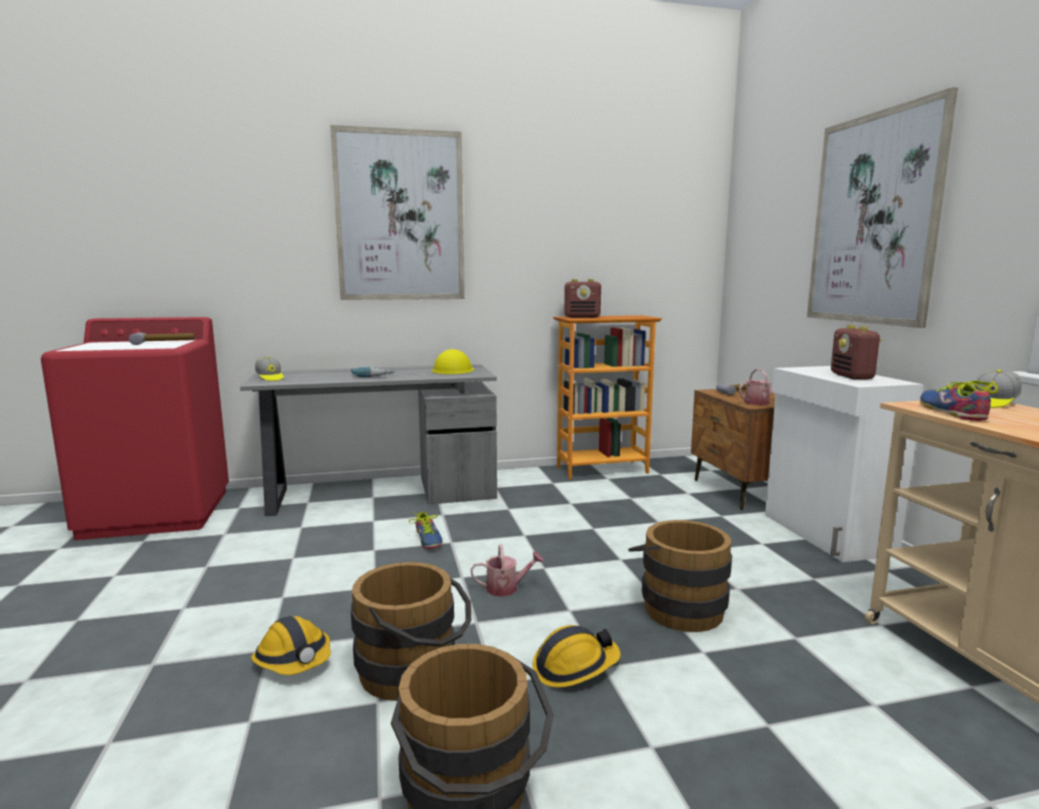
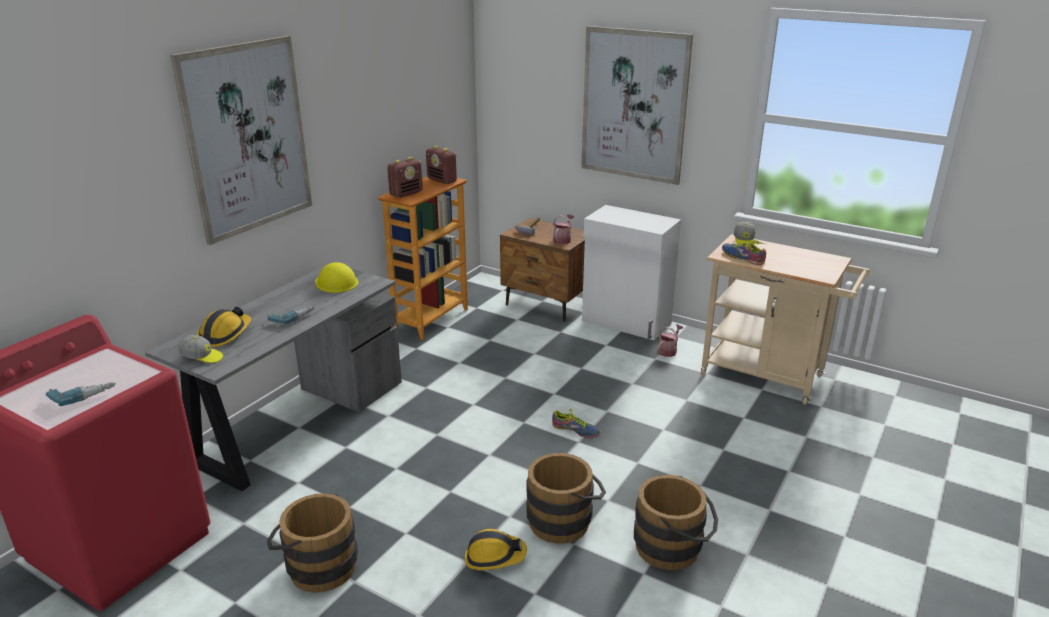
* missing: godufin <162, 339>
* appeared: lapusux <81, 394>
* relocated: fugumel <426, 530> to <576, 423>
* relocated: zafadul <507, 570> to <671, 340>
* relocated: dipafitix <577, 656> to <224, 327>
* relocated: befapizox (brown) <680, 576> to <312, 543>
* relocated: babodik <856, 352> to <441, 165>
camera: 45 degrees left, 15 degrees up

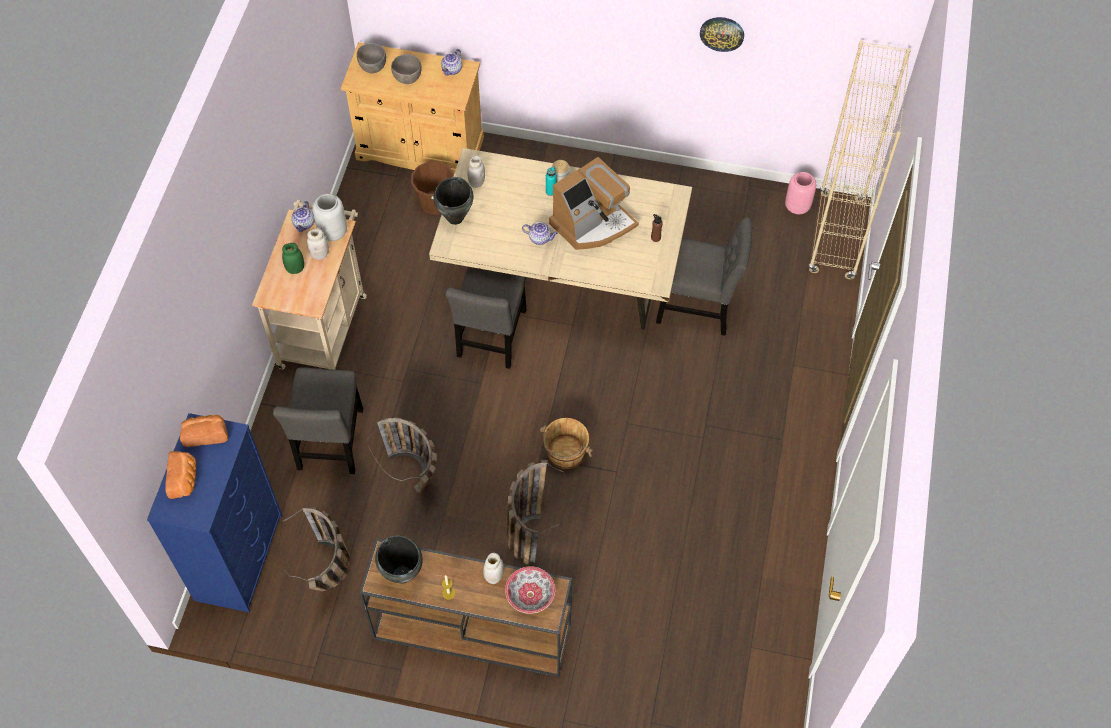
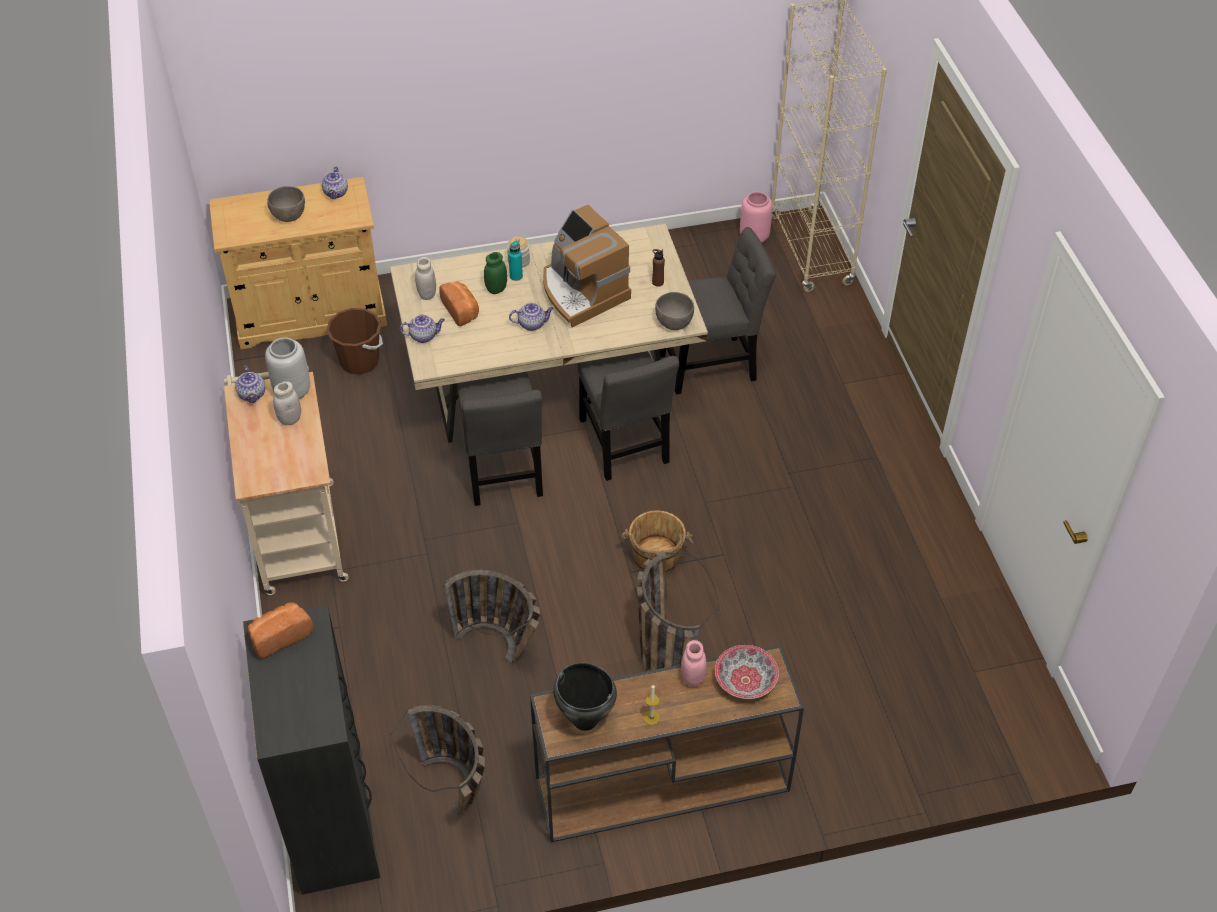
* missing: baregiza <722, 34>
* relocated: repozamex <181, 475> to <459, 303>
* relocated: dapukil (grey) <318, 420> to <628, 416>
* relocated: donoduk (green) <293, 258> to <495, 273>
* relocated: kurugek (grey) <371, 58> to <674, 311>
* exchanged: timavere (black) <453, 201> to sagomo <422, 329>
* colour: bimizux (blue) <214, 512> to bimizux (black) <311, 750>
* colour: donoduk (white) <493, 568> to donoduk (pink) <694, 663>
* spun: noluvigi <594, 203> = <587, 266> 120 degrees clockwise
camera: 25 degrees left, 10 degrees down

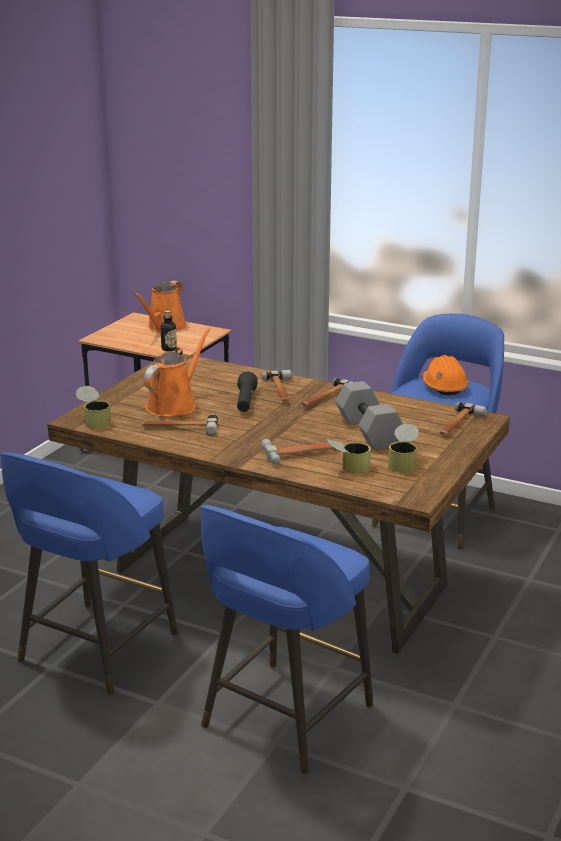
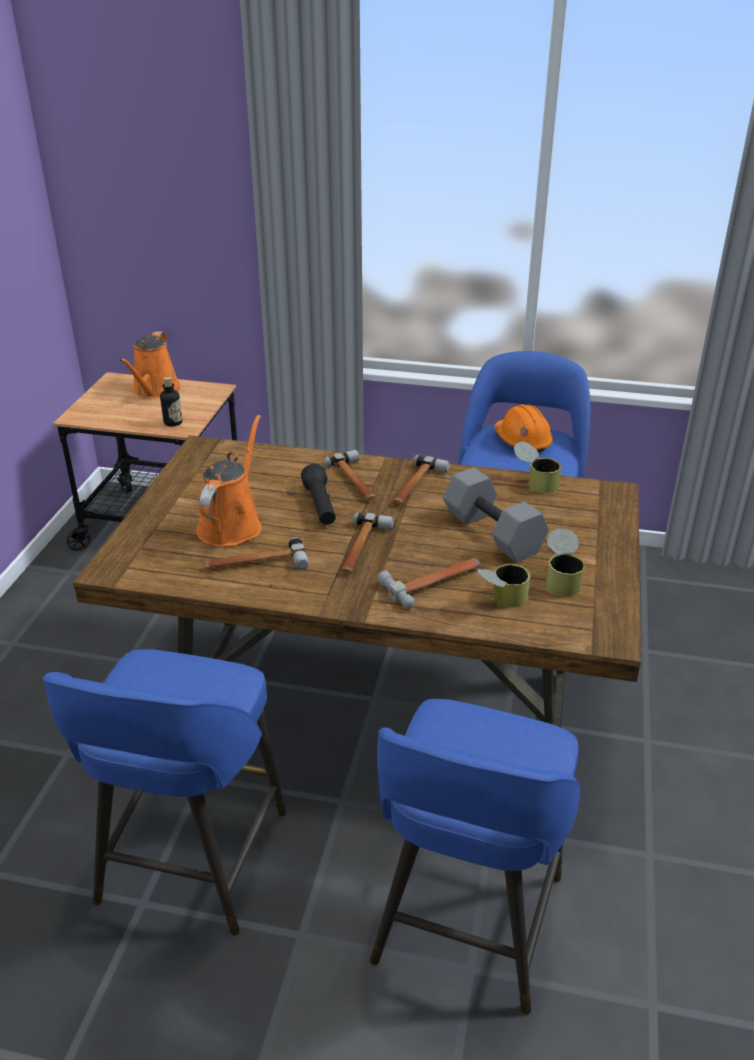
* relocated: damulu <93, 407> to <537, 467>
* relocated: godufin <463, 418> to <368, 542>
camera: 15 degrees left, 10 degrees up

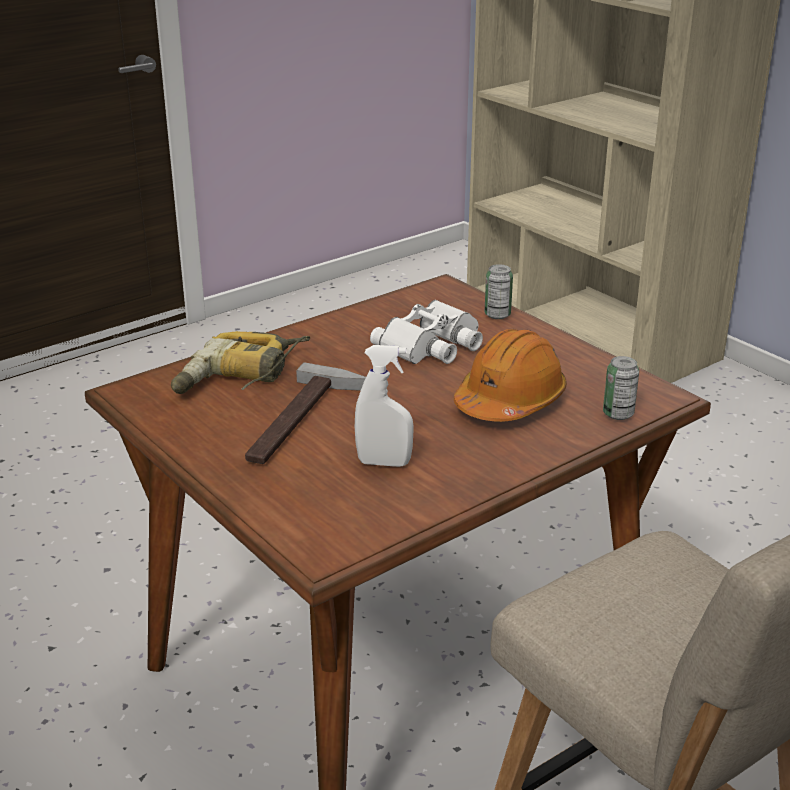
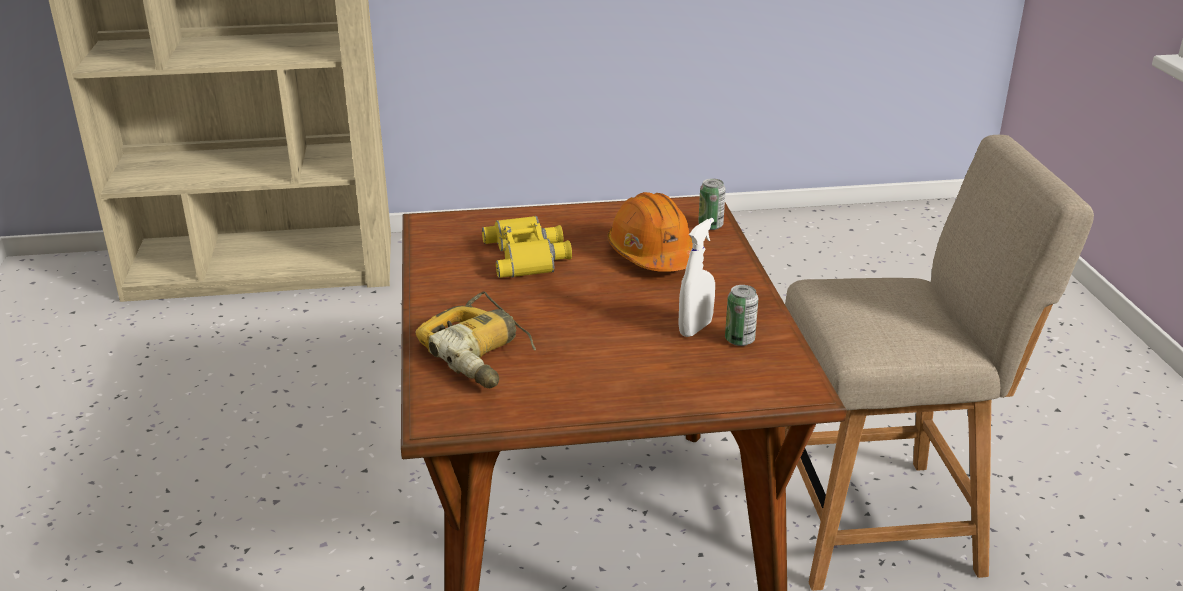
* missing: godufin <305, 413>
* relocated: damulu <499, 291> to <741, 315>
* colour: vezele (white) <426, 332> to vezele (yellow) <527, 247>
camera: 60 degrees left, 0 degrees up

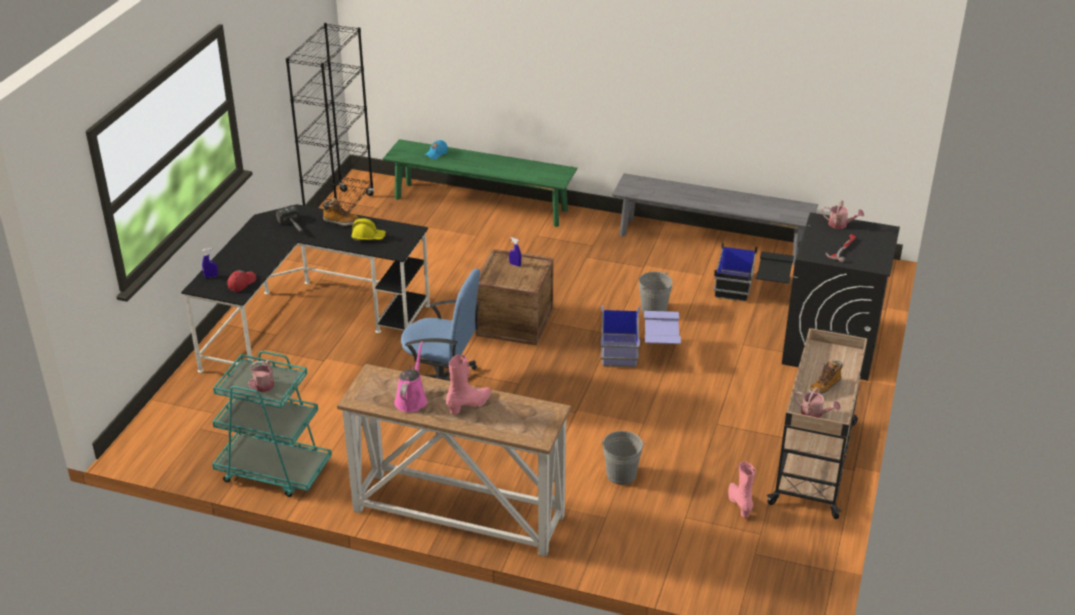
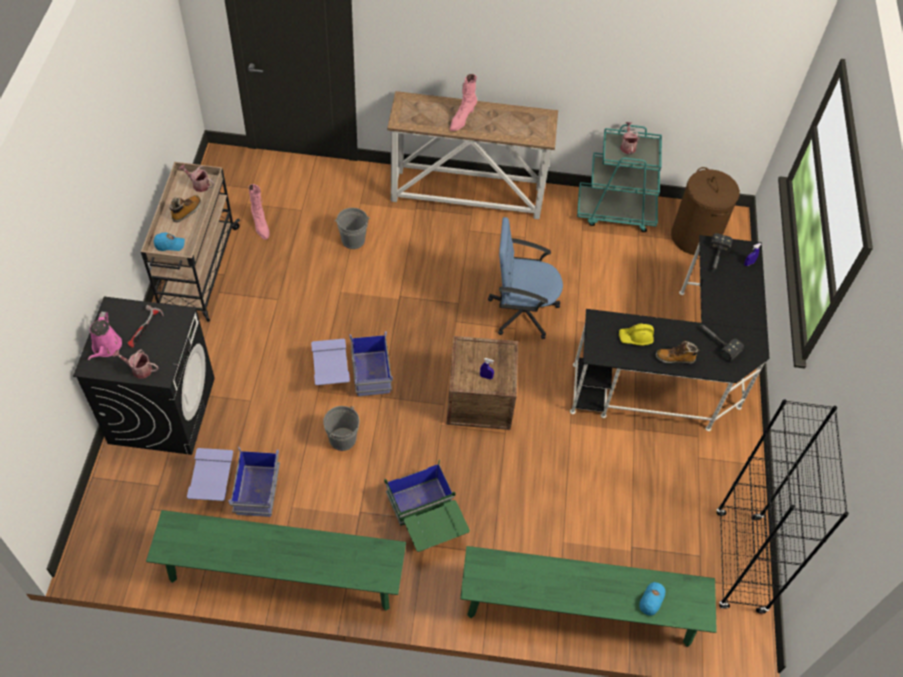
* appeared: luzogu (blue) <169, 241>
* appeared: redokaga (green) <427, 505>
* appeared: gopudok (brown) <705, 211>
* relocated: zafadul (pink) <410, 376> to <105, 336>
* exchanged: luzogu (red) <241, 281> to godufin <721, 252>
* colour: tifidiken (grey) <715, 219> to tifidiken (green) <276, 560>
* colour: redokaga (black) <754, 272> to redokaga (blue) <233, 482>
camera: 165 degrees right, 20 degrees up

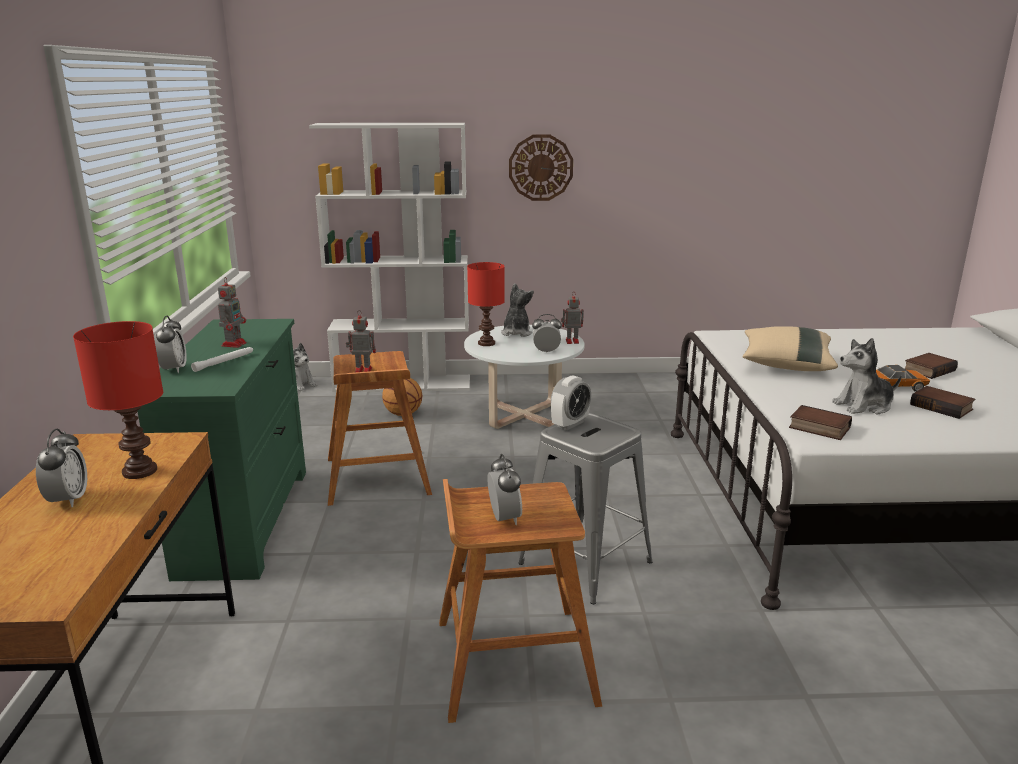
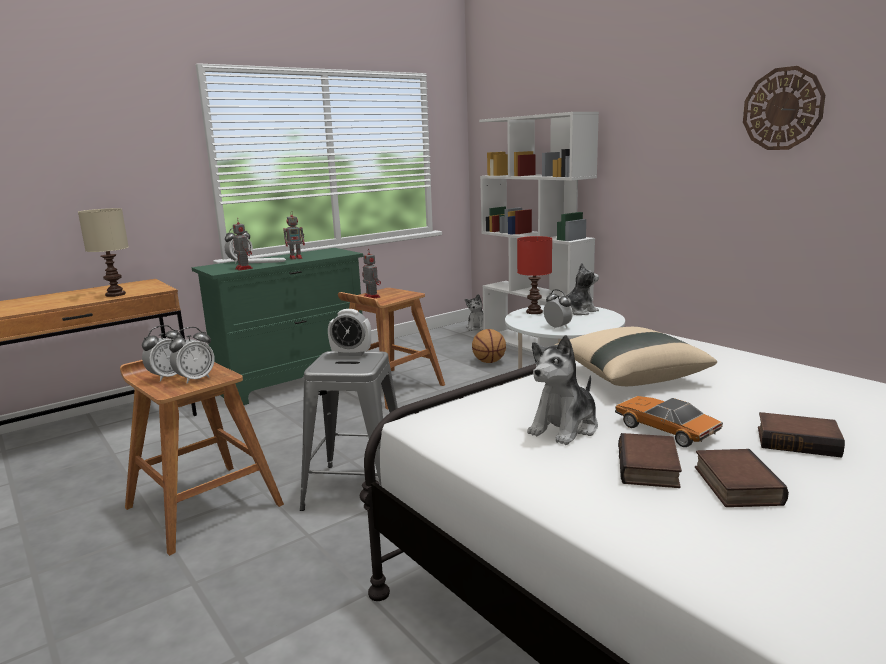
* relocated: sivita <61, 467> to <192, 355>
* relocated: baregiza <541, 168> to <784, 108>
* relocated: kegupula <572, 318> to <243, 244>
* relocated: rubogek <820, 422> to <742, 478>
* colour: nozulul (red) <118, 400> to nozulul (beige) <103, 252>
* spun: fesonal <867, 376> = <562, 390> 90 degrees counterclockwise
camera: 55 degrees right, 5 degrees down

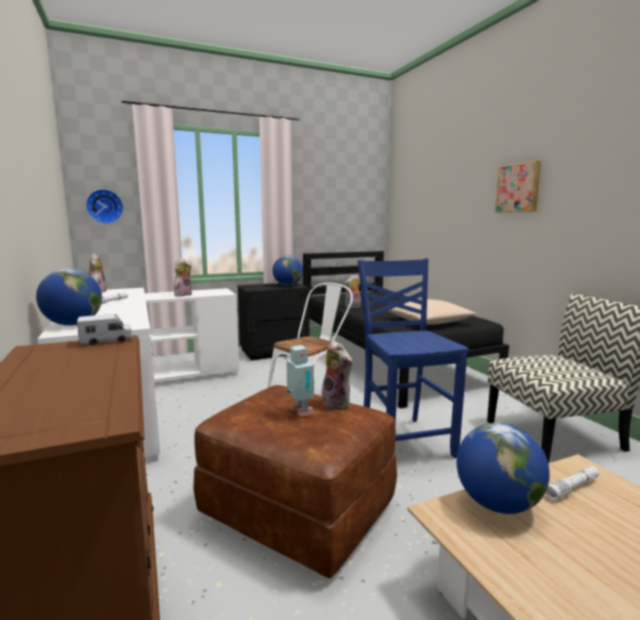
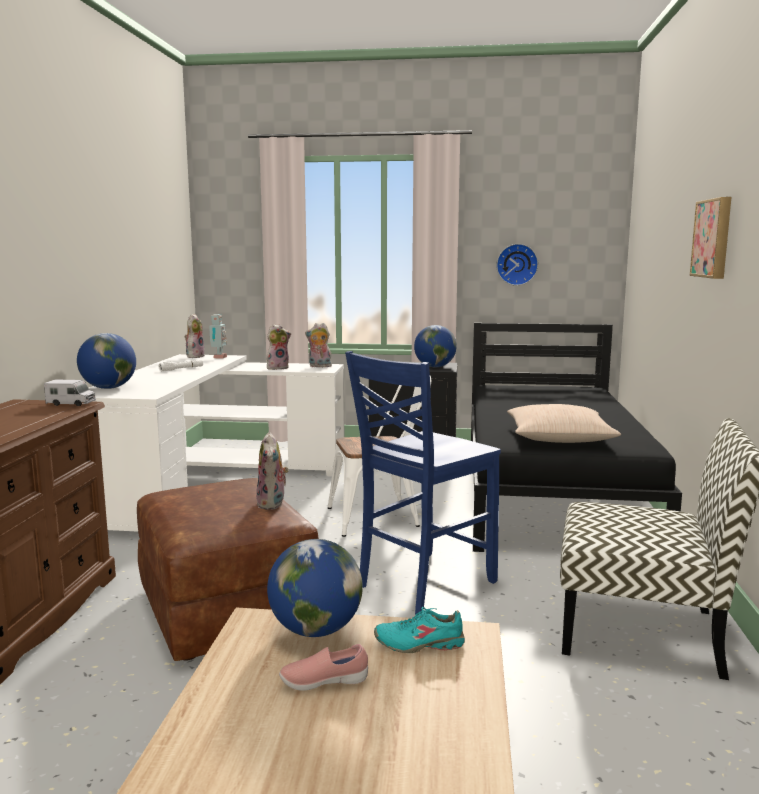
* appeared: fugumel (pink) <323, 667>
* relocated: baregiza <105, 206> to <517, 265>
* relocated: kegupula <300, 381> to <218, 336>
* relocated: fesonal <352, 291> to <318, 345>
* exchanged: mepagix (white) <572, 483> to fugumel (turquoise) <419, 630>
* spun: dapukil (blue) <413, 358> = <423, 483> 150 degrees counterclockwise
camera: 30 degrees right, 0 degrees up

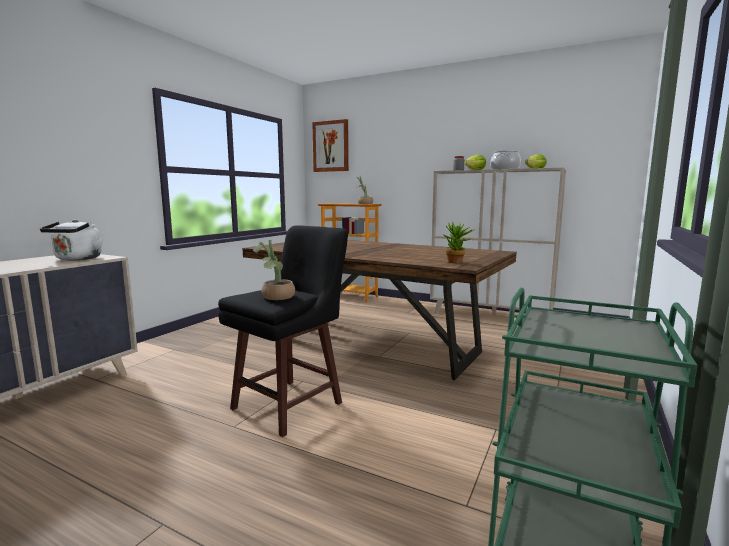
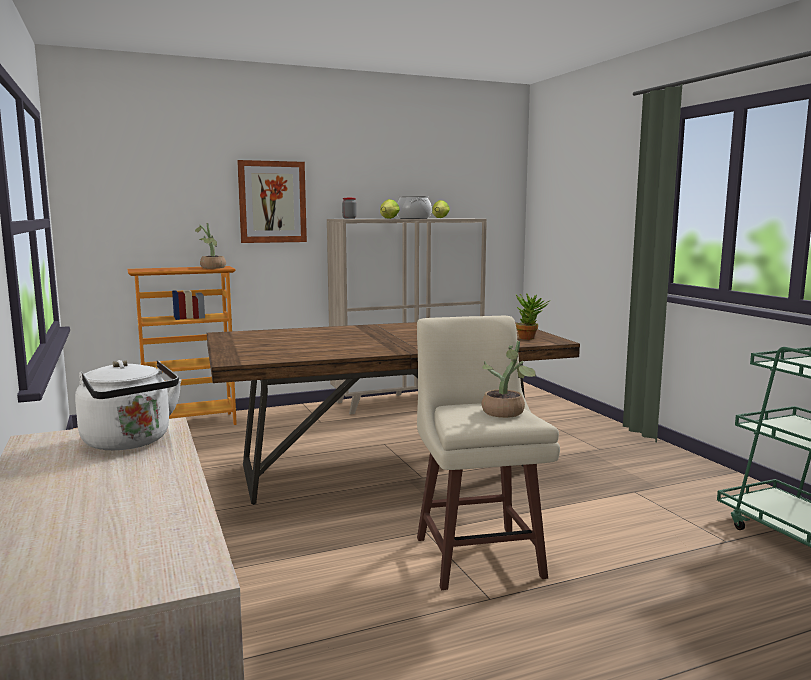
* relocated: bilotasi <330, 145> to <272, 201>
* colour: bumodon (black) <283, 331> to bumodon (beige) <488, 453>
camera: 50 degrees left, 0 degrees up

